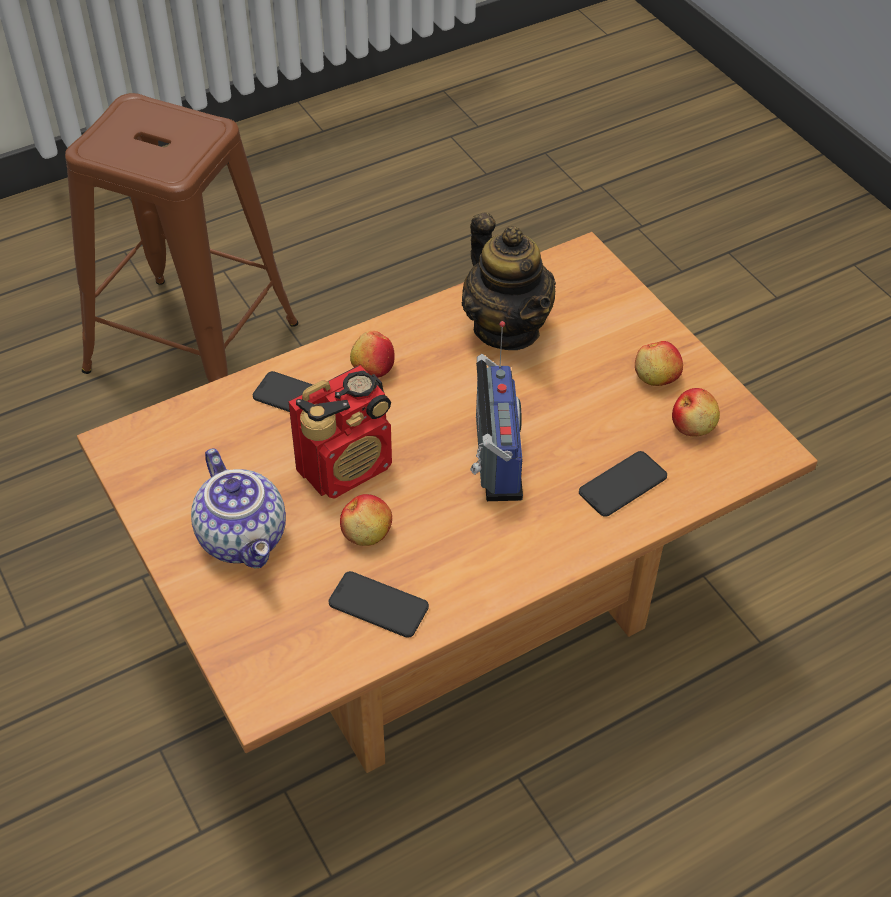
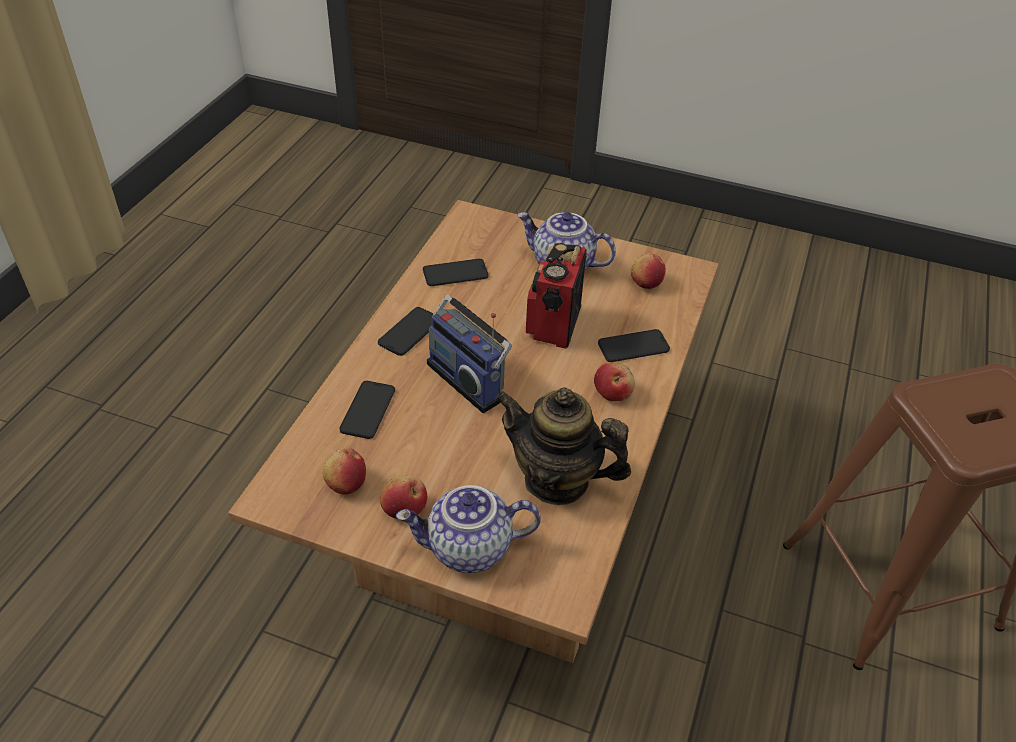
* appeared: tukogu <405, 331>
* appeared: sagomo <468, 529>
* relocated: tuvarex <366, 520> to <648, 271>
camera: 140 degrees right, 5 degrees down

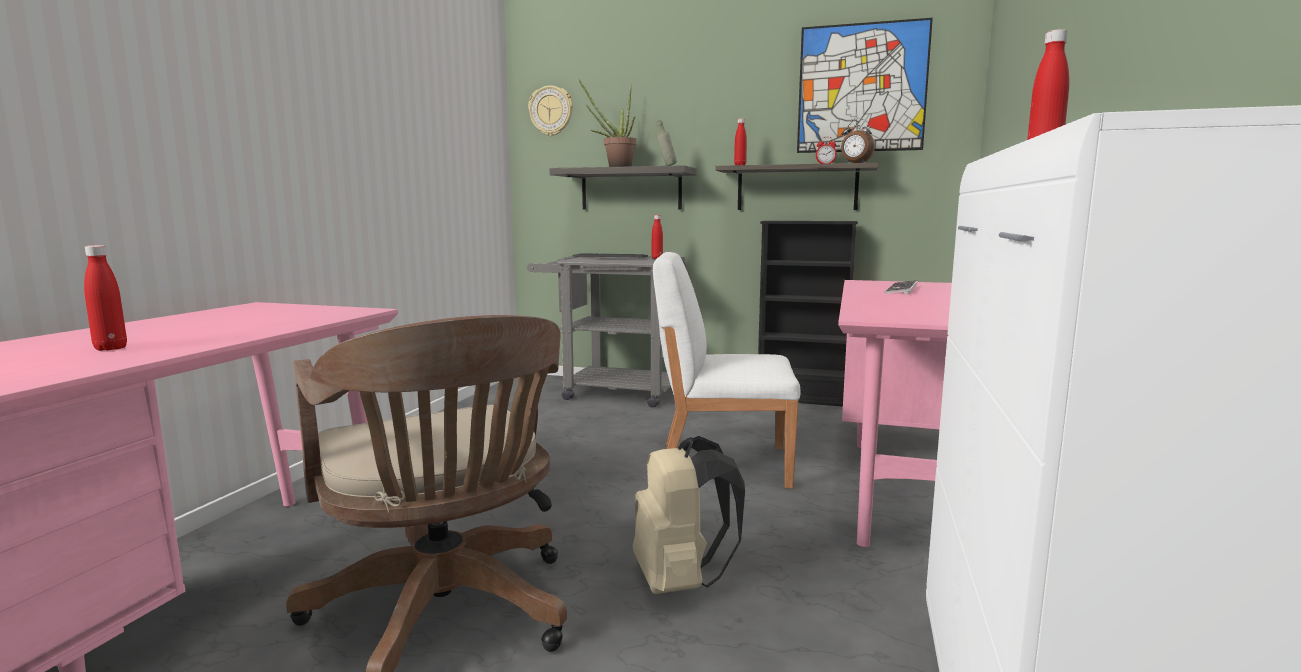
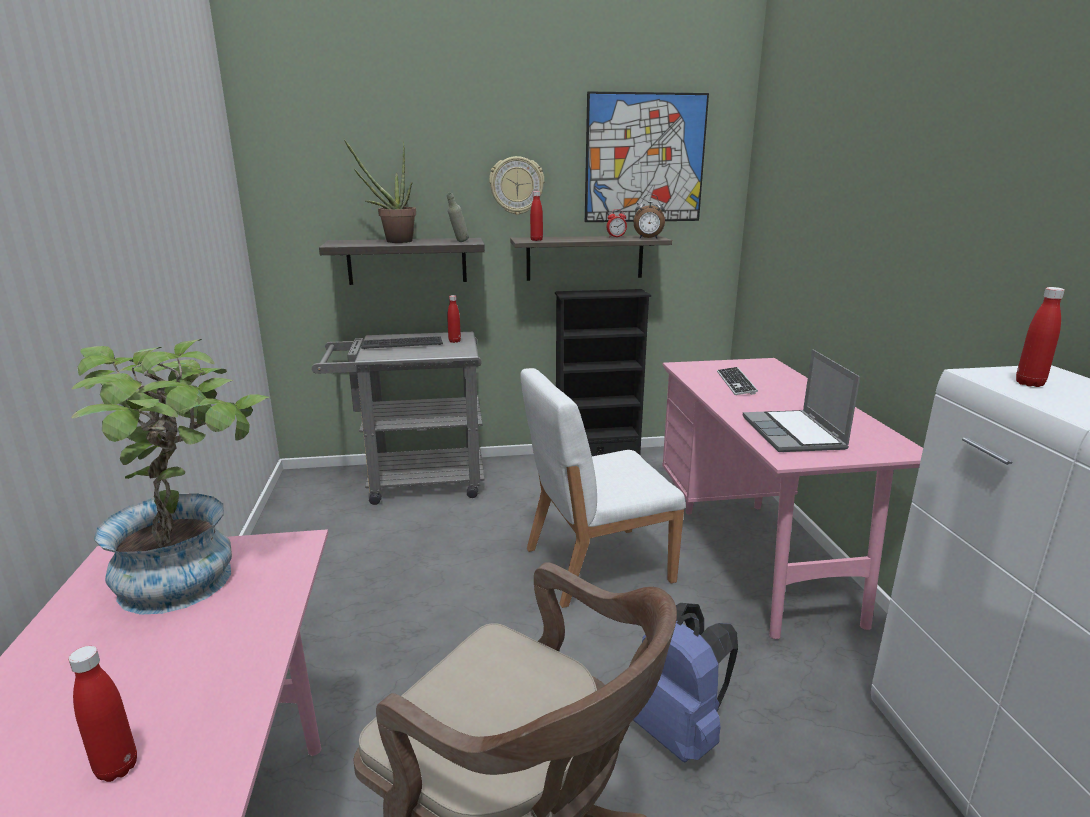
* appeared: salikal <170, 477>
* appeared: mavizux <801, 400>
* relocated: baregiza <550, 110> to <516, 185>
* colour: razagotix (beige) <689, 515> to razagotix (blue) <685, 682>
camera: 25 degrees left, 10 degrees up

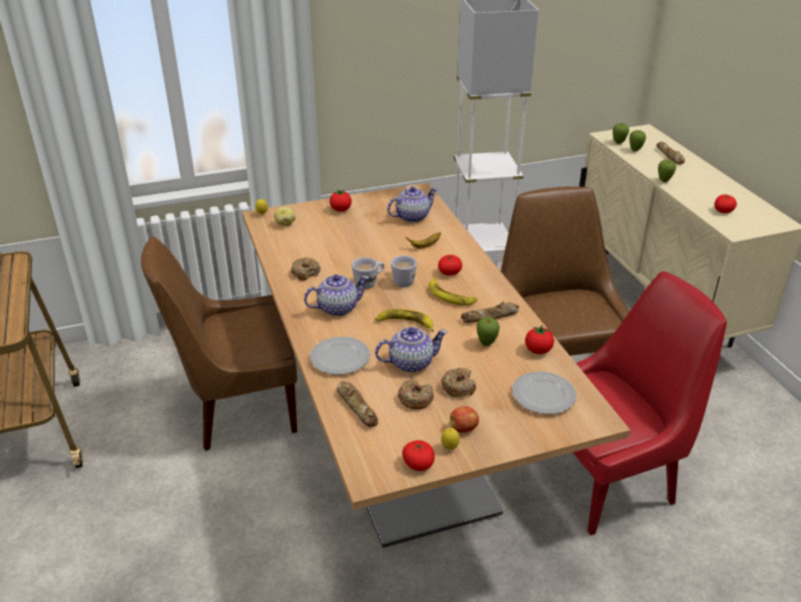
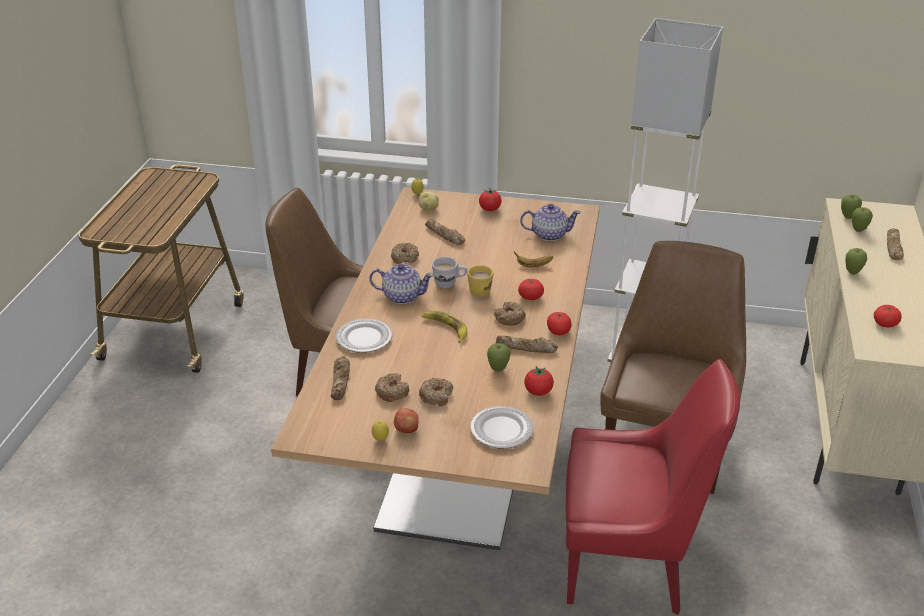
* missing: sagomo <411, 350>
* appeared: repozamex <445, 232>
* relocated: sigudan <418, 455> to <559, 323>
* exchanged: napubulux <453, 291> to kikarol <510, 314>
* colour: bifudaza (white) <404, 271> to bifudaza (yellow) <480, 281>
camera: 30 degrees right, 0 degrees up

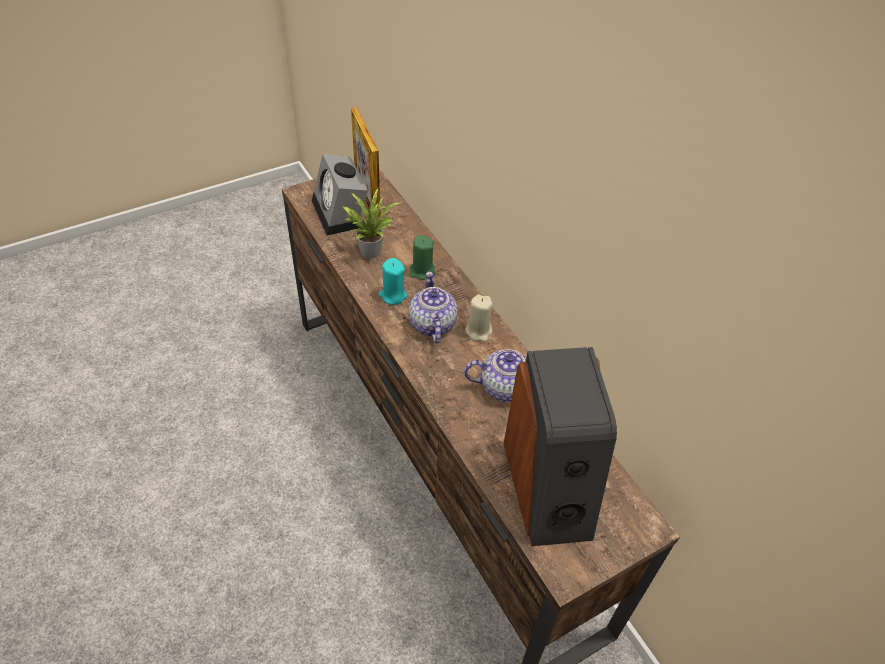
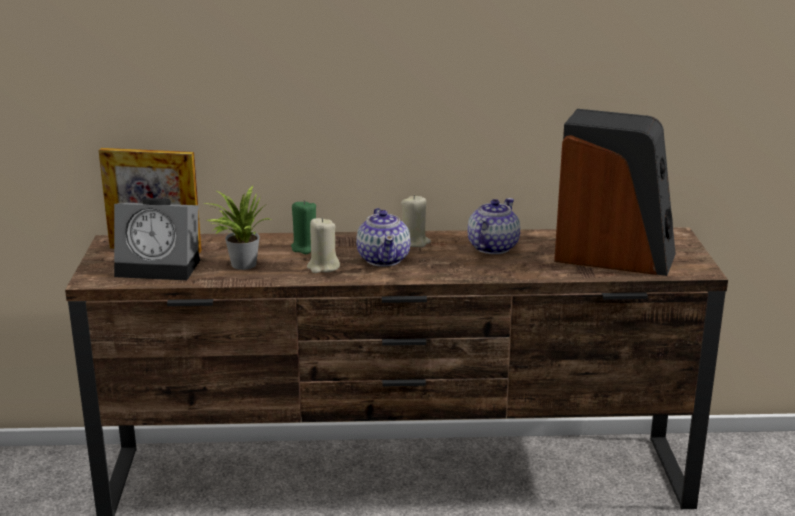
* colour: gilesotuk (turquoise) <393, 281> to gilesotuk (beige) <323, 245>
* spun: sagomo <433, 308> = <383, 237> 120 degrees counterclockwise
camera: 60 degrees left, 25 degrees down

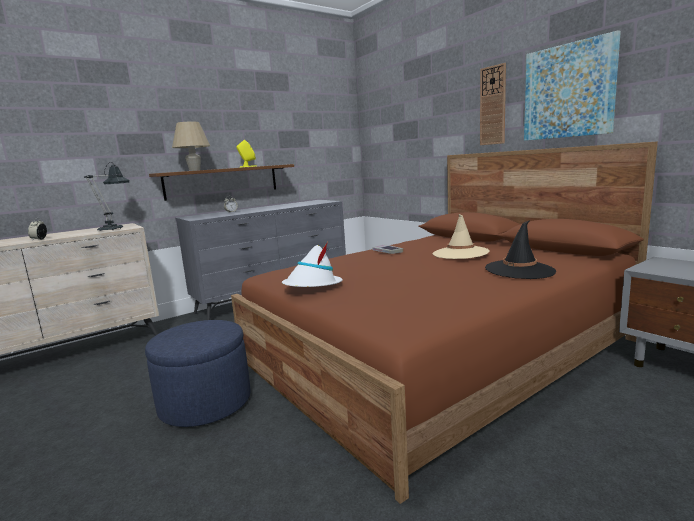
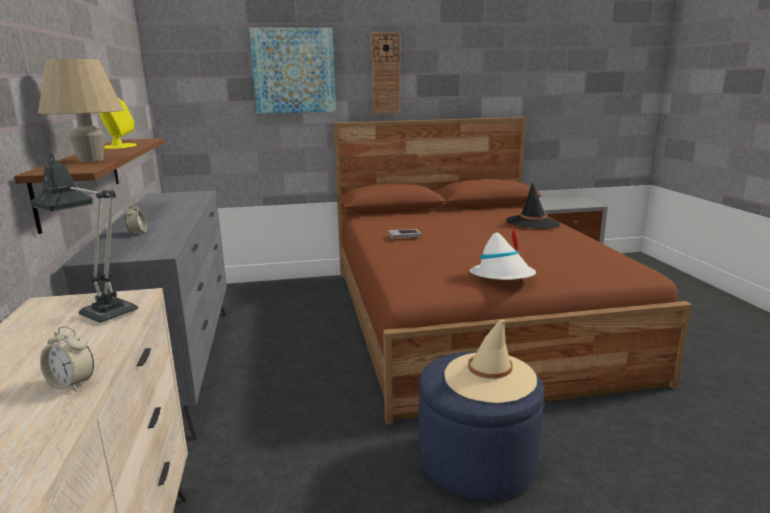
* relocated: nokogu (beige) <461, 236> to <490, 361>
* relocated: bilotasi <572, 85> to <292, 70>
camera: 65 degrees left, 5 degrees up

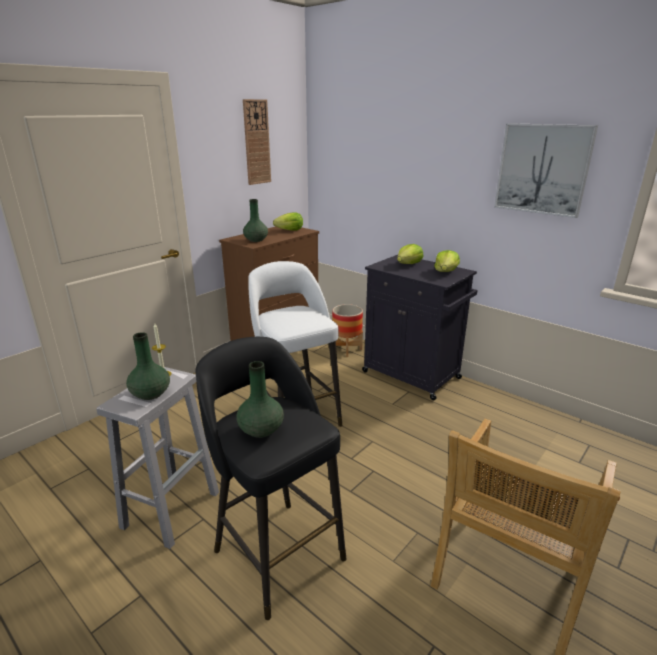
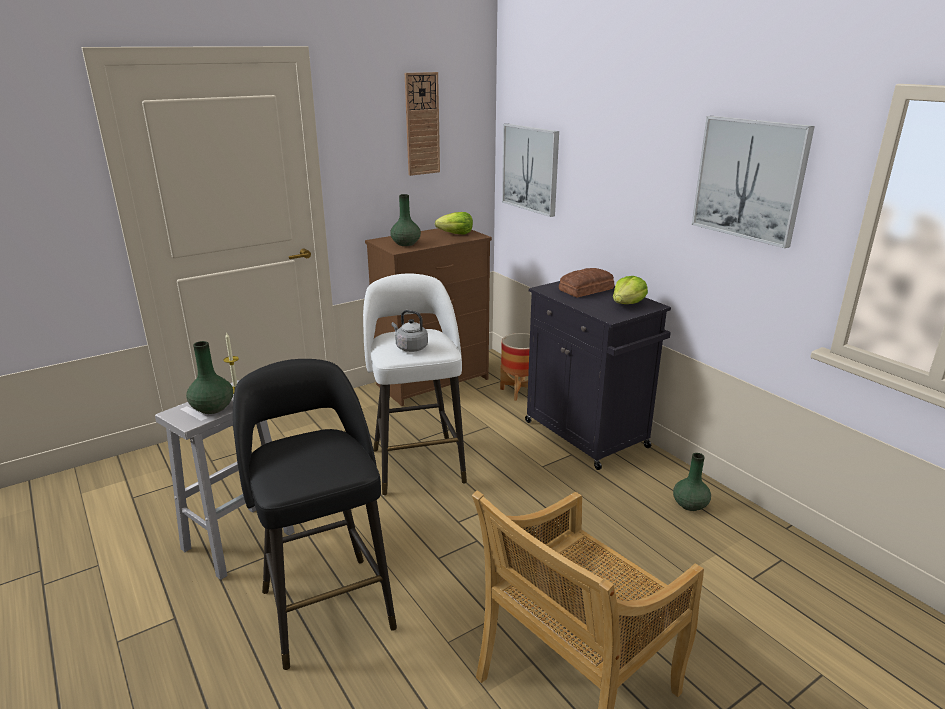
* appeared: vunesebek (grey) <409, 331>
* appeared: bilotasi <530, 170>
* relocated: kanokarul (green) <260, 399> to <692, 482>
* exchanged: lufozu <410, 254> to repozamex <586, 283>
camera: 15 degrees right, 0 degrees up

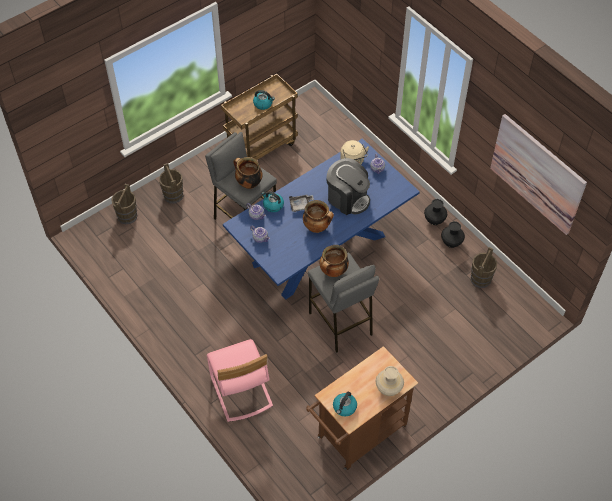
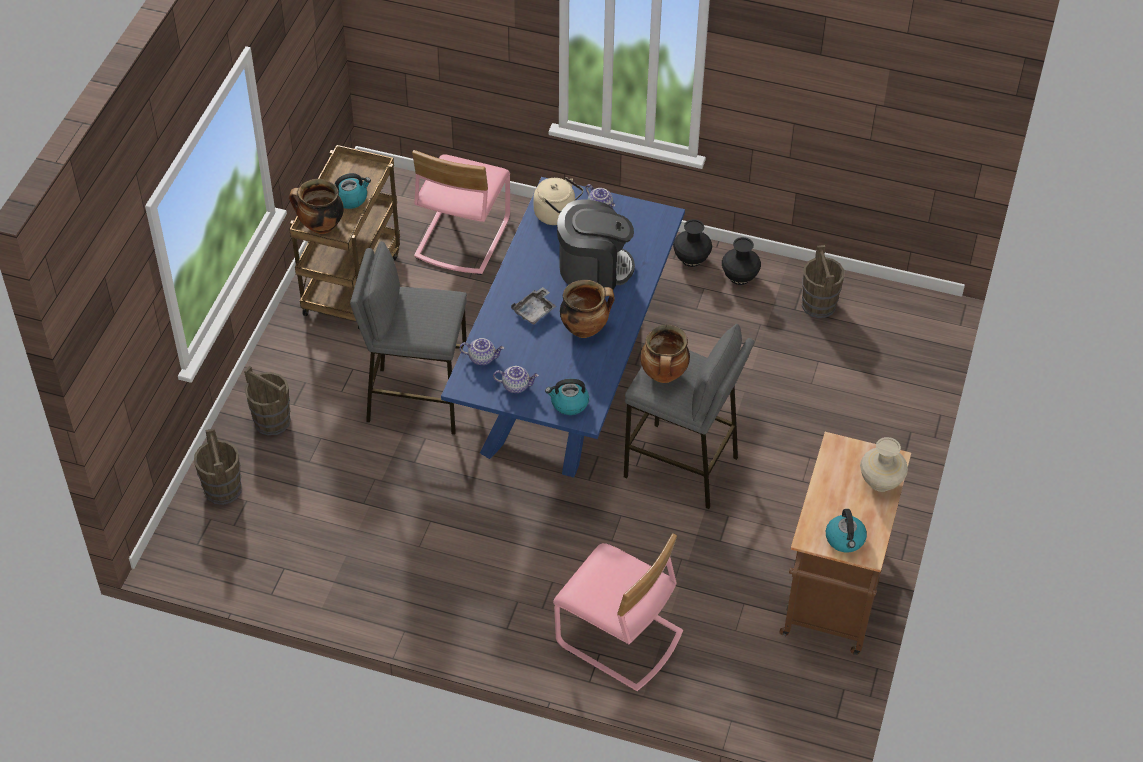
* missing: bilotasi <538, 174>
* appeared: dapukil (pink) <461, 212>
* relocated: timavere <248, 173> to <316, 206>
* relocated: vunesebek <272, 201> to <567, 397>
camera: 35 degrees left, 5 degrees down

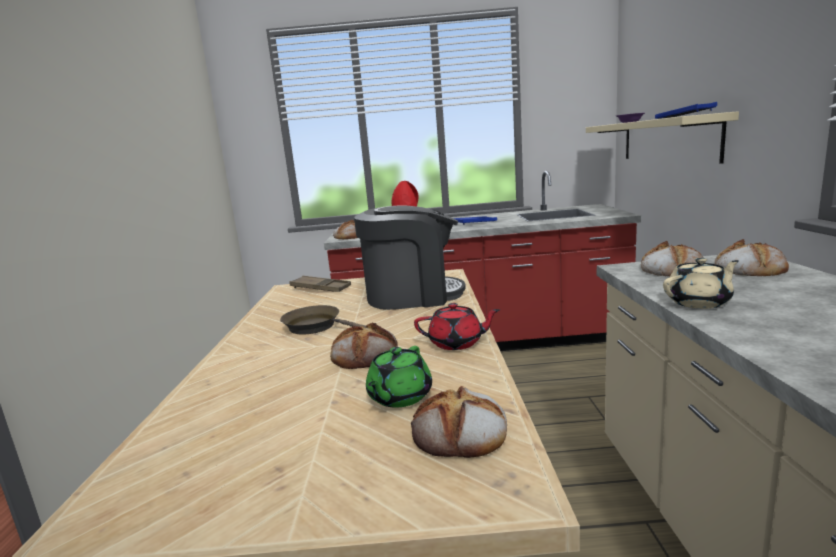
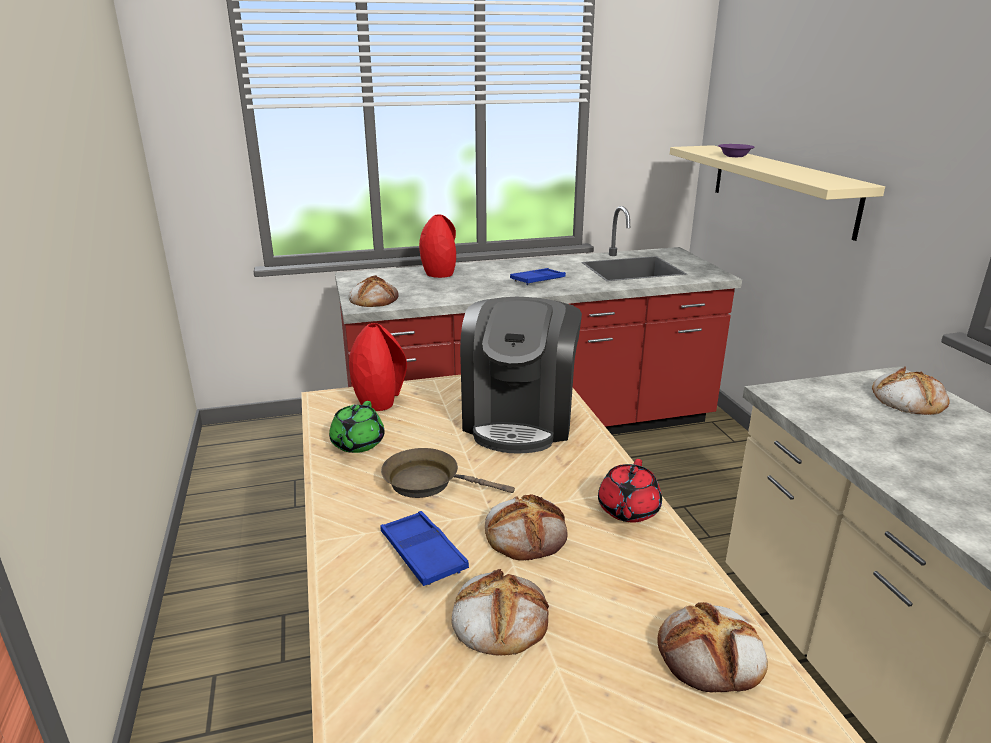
* missing: sagomo (beige) <701, 283>
* relocated: sagomo (green) <399, 377> to <357, 427>
* relocated: repozamex <672, 258> to <500, 612>
* relocated: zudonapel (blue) <686, 110> to <424, 548>
* exchanged: zudonapel (brown) <320, 284> to kanokarul (red) <378, 367>
* spun: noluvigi <410, 258> = <521, 375> 120 degrees clockwise
* spun: sagomo (red) <457, 326> = <630, 491> 120 degrees clockwise
camera: 15 degrees left, 10 degrees up

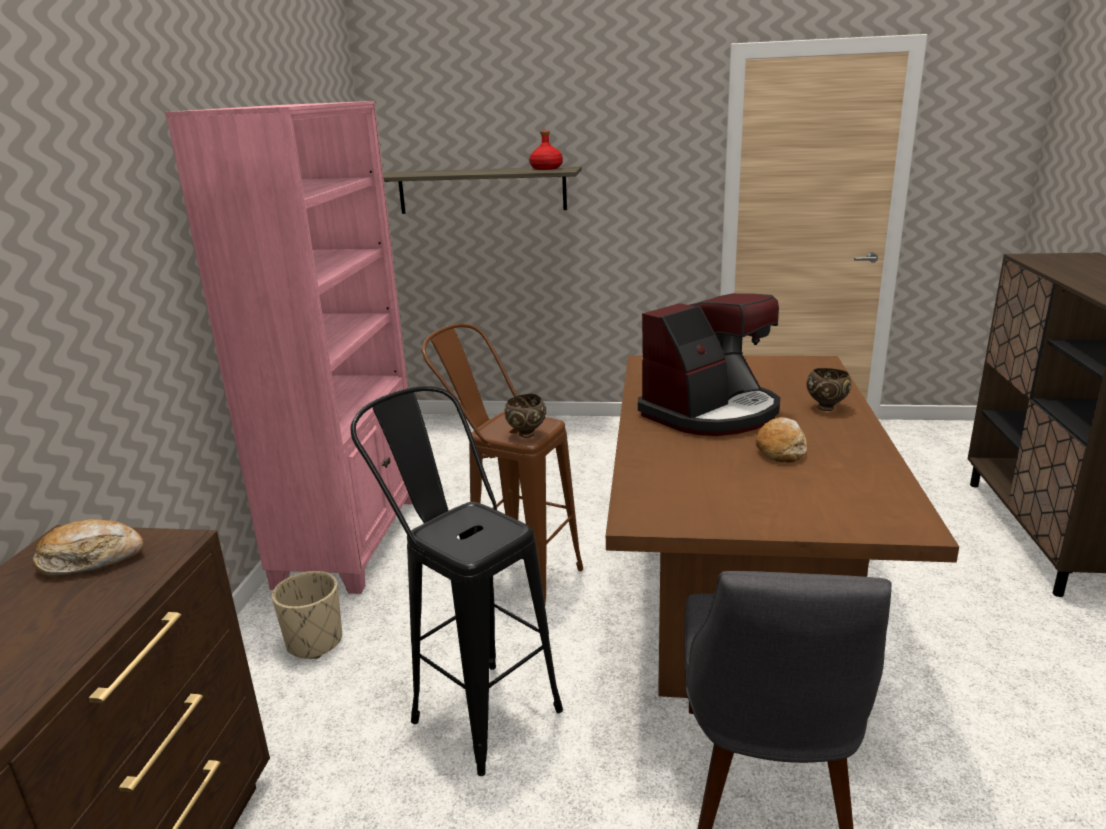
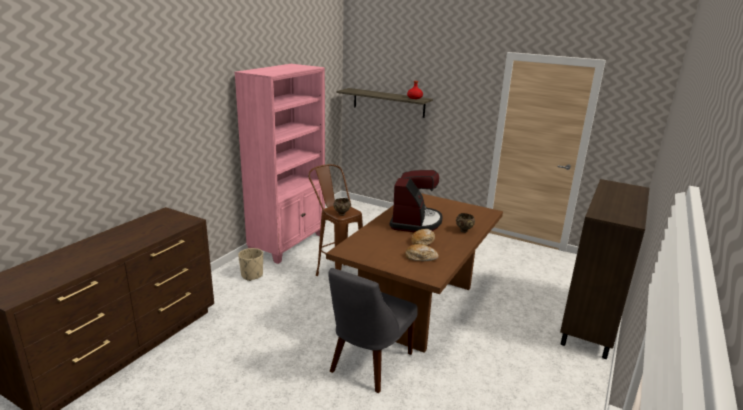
* missing: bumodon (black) <457, 581>
* relocated: repozamex <88, 547> to <422, 252>
* spun: noluvigi <709, 364> = <416, 201> 60 degrees counterclockwise
camera: 20 degrees right, 0 degrees up

